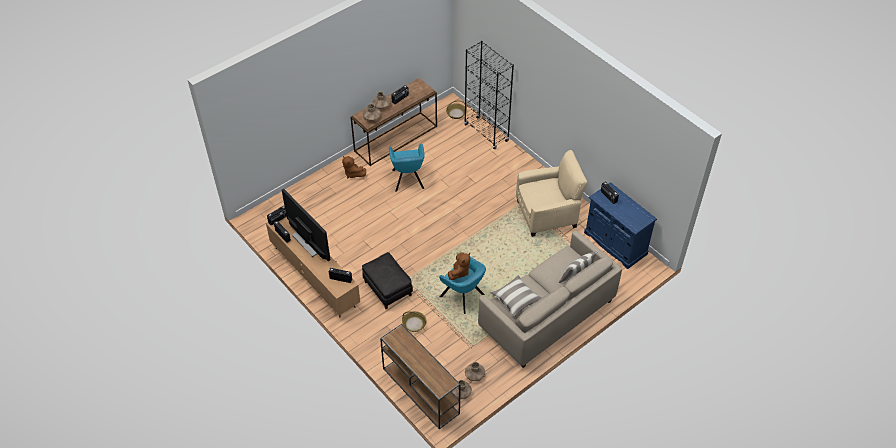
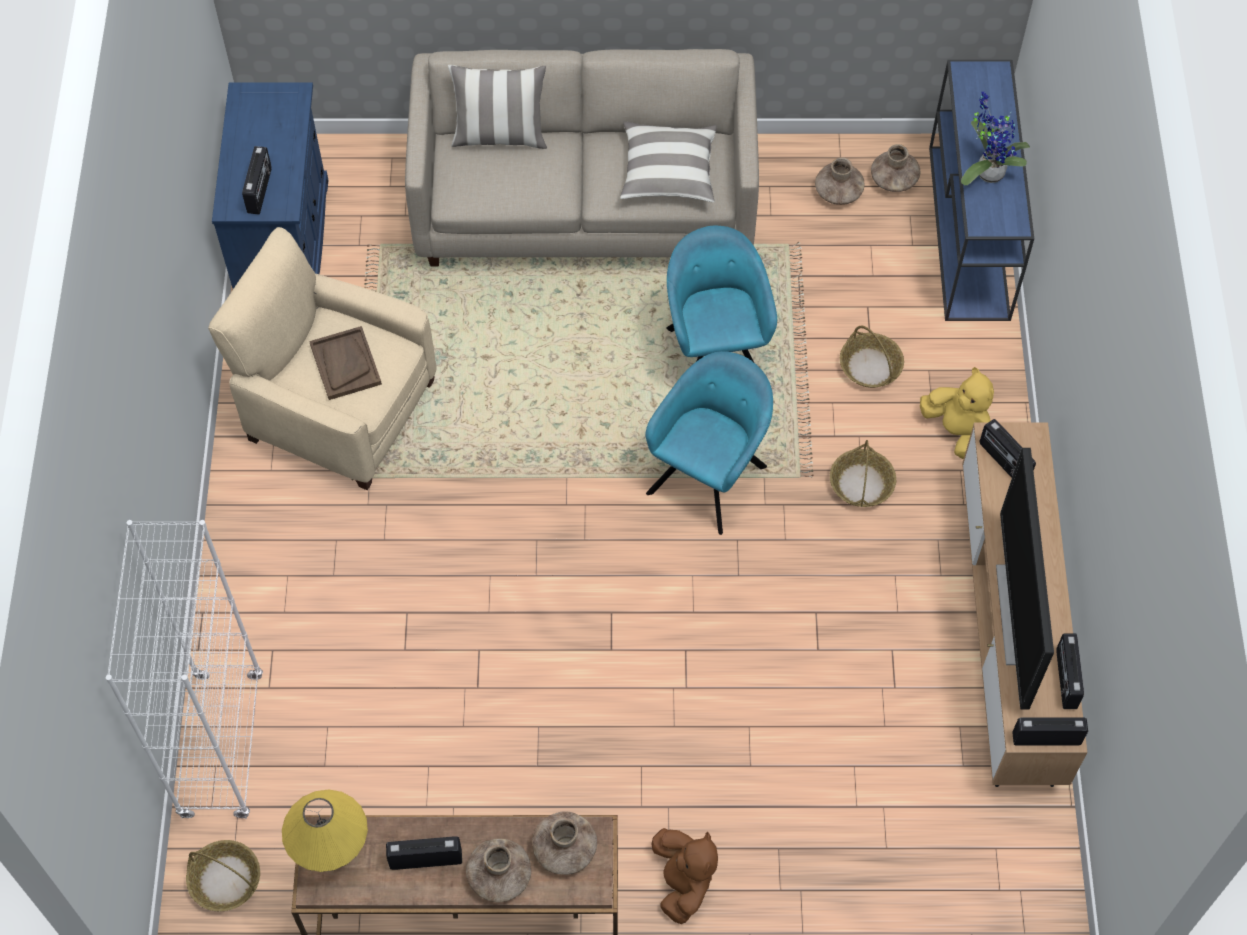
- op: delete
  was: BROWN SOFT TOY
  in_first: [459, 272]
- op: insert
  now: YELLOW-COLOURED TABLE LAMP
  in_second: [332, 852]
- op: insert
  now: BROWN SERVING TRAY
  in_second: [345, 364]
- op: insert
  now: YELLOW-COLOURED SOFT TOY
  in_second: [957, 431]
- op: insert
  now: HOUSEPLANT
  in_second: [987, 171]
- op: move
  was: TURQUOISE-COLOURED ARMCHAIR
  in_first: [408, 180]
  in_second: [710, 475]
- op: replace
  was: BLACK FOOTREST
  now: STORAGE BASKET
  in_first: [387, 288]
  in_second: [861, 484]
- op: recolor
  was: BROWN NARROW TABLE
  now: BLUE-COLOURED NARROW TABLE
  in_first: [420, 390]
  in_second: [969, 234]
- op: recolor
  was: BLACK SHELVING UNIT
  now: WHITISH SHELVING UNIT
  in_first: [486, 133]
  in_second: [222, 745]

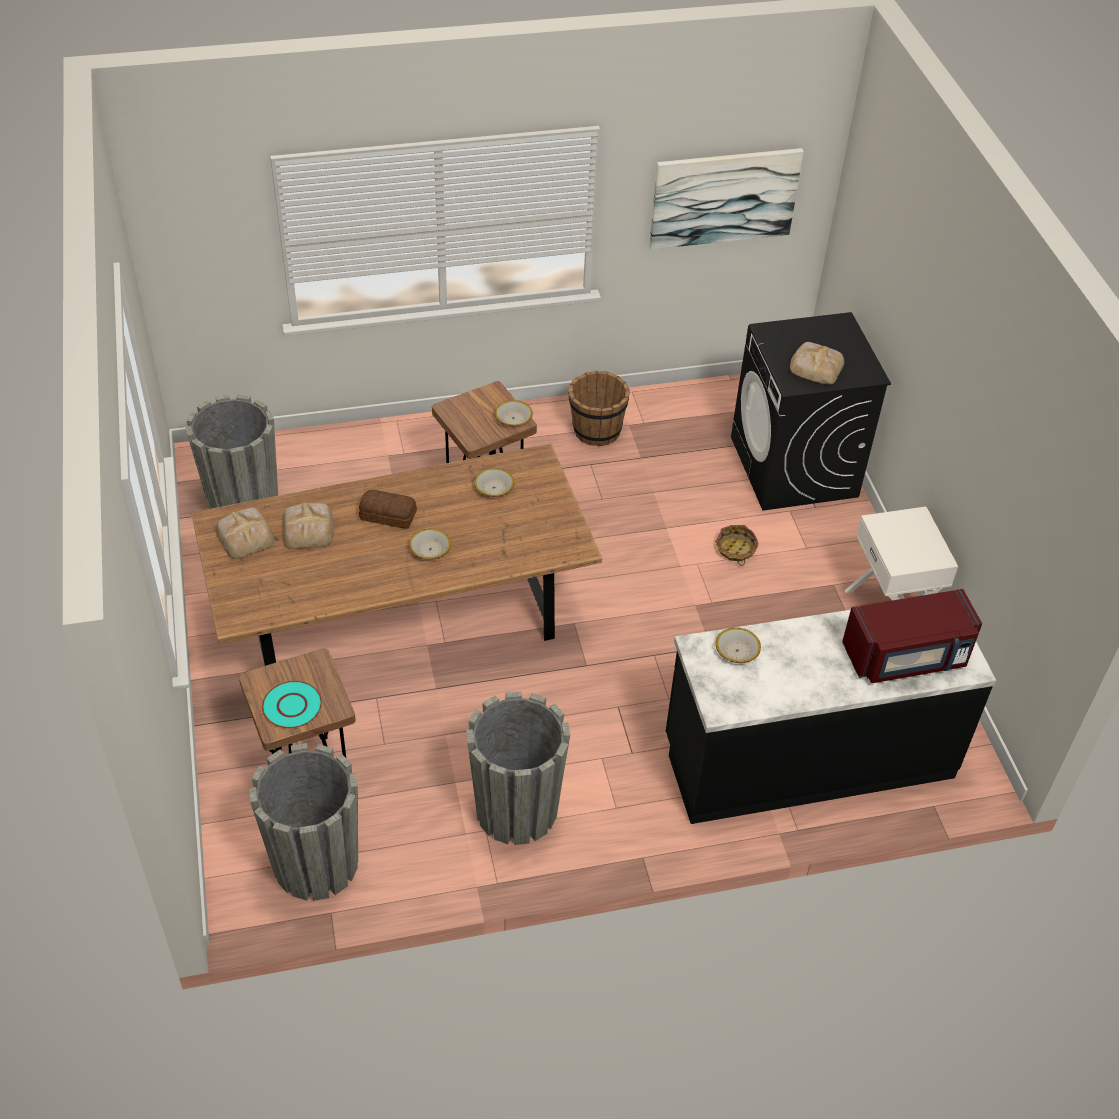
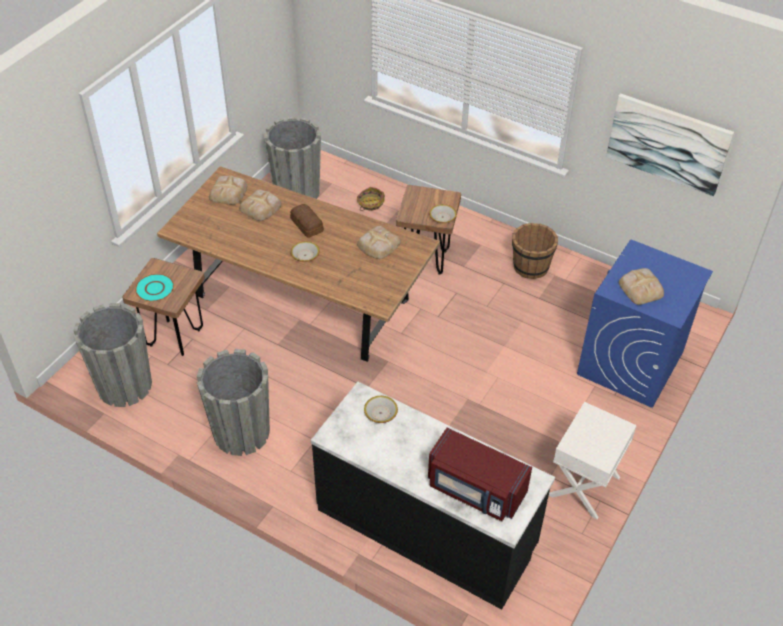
- op: move
  was: STORAGE BASKET
  in_first: [735, 550]
  in_second: [370, 203]
- op: replace
  was: BOWL
  now: BAKERY BREAD
  in_first: [494, 488]
  in_second: [377, 245]
- op: recolor
  was: BLACK LAUNDRY MACHINE
  now: BLUE-COLOURED LAUNDRY MACHINE
  in_first: [794, 467]
  in_second: [630, 363]

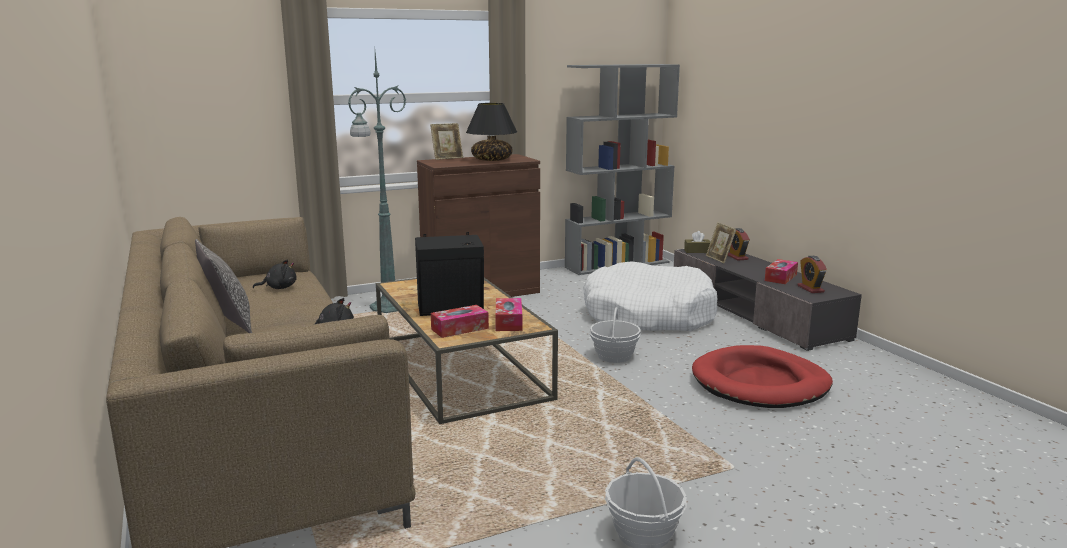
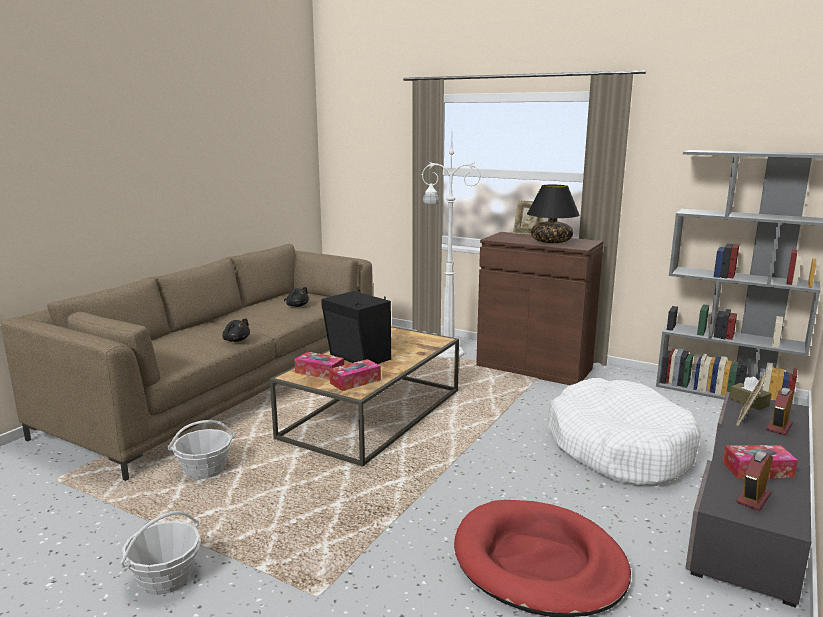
- op: delete
  was: THROW PILLOW
  in_first: [229, 325]
- op: move
  was: STORAGE BASKET
  in_first: [614, 356]
  in_second: [205, 470]
- op: recolor
  was: GREEN STANDING LAMP
  now: WHITISH STANDING LAMP
  in_first: [387, 308]
  in_second: [446, 353]

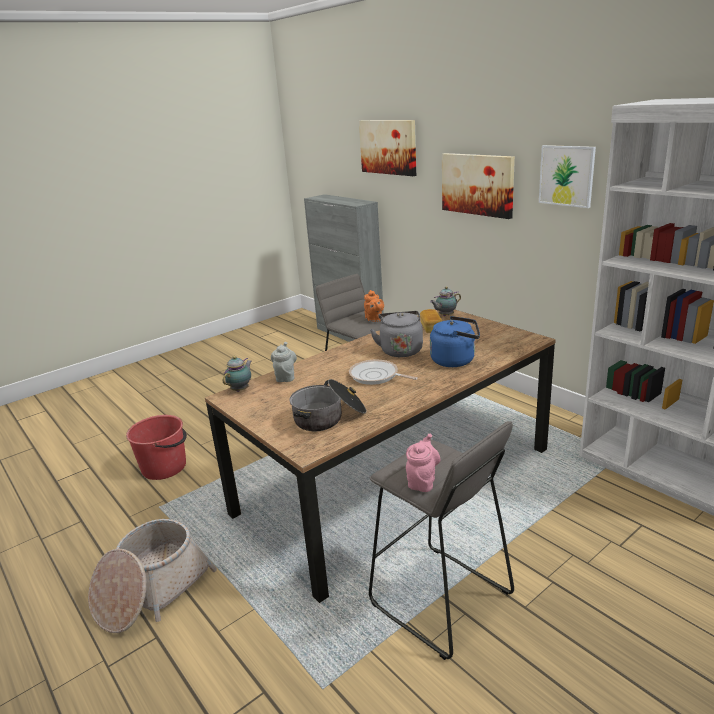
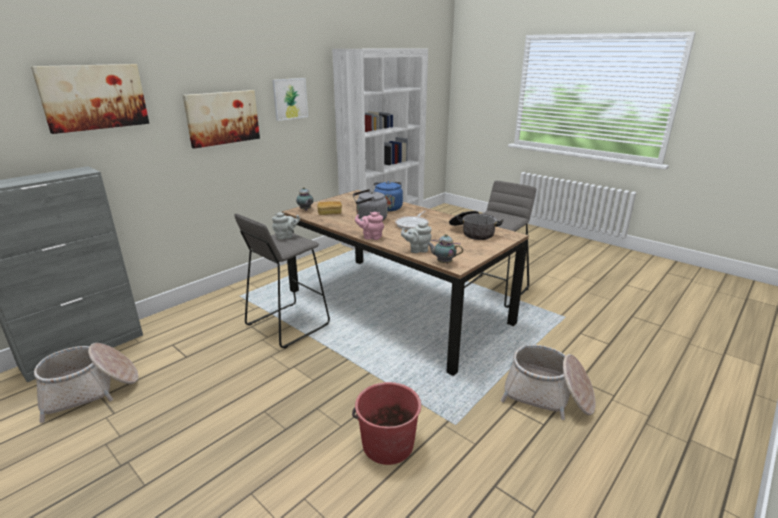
- op: insert
  now: STORAGE BASKET
  in_second: [91, 390]
- op: move
  was: PINK POT FOR TEA
  in_first: [422, 481]
  in_second: [371, 237]
- op: recolor
  was: ORANGE POT FOR TEA
  now: GRAY POT FOR TEA
  in_first: [374, 319]
  in_second: [286, 237]

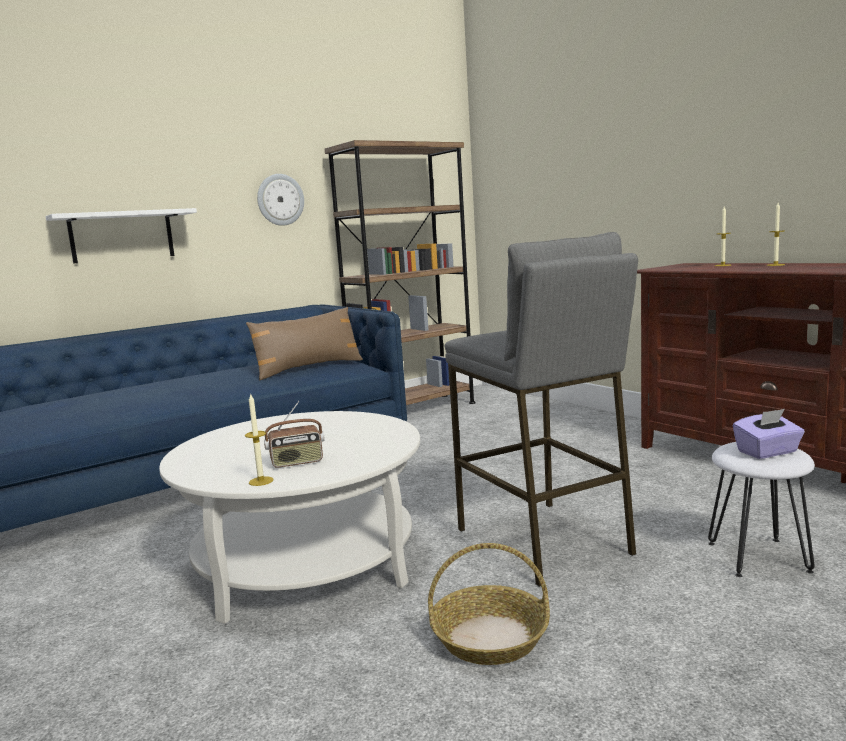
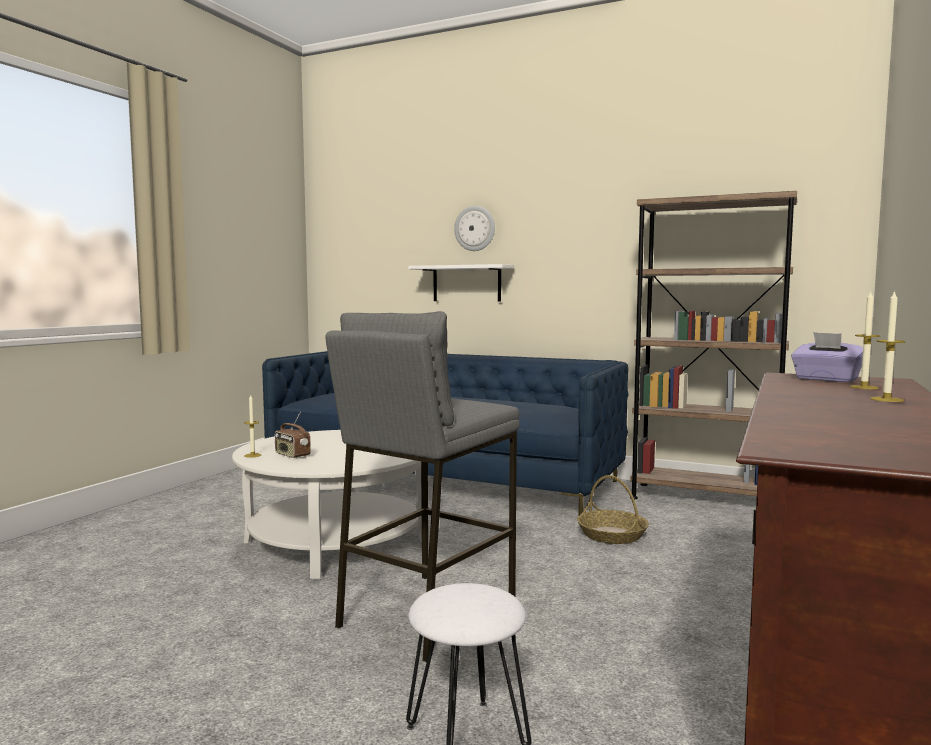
- op: delete
  was: BROWN THROW PILLOW
  in_first: [308, 368]
- op: move
  was: CLOCK ON THE WALL
  in_first: [280, 200]
  in_second: [475, 228]
- op: move
  was: STORAGE BASKET
  in_first: [490, 637]
  in_second: [612, 535]
- op: move
  was: PURPLE-COLOURED BOX OF TISSUES
  in_first: [767, 452]
  in_second: [826, 379]

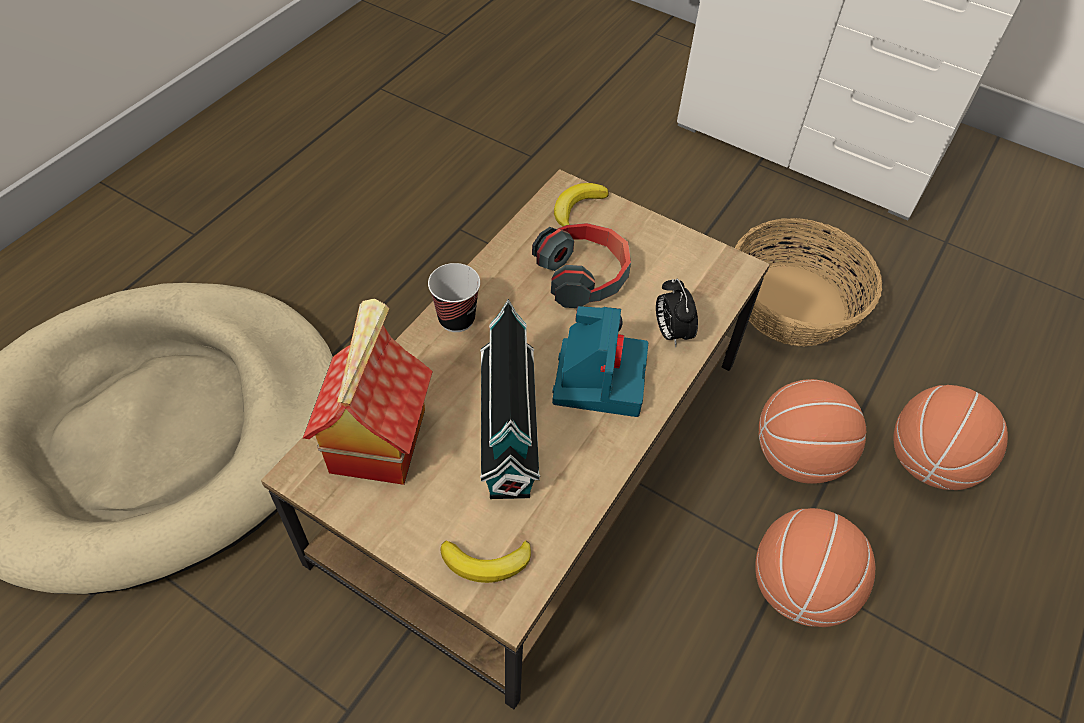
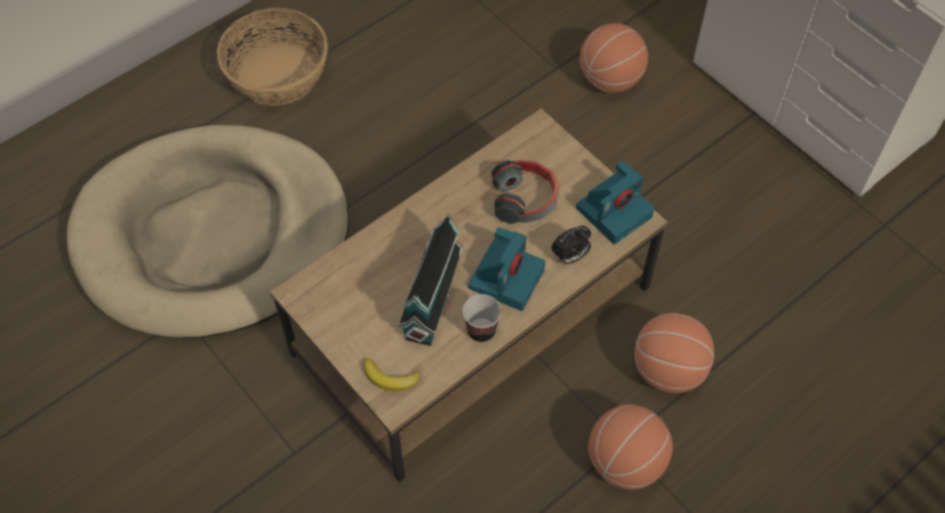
- op: delete
  was: TOY HOUSE
  in_first: [377, 438]
- op: delete
  was: BANANA FRUIT
  in_first: [577, 207]
- op: insert
  now: STILL CAMERA
  in_second: [614, 211]
- op: move
  was: SMALL CUP
  in_first: [456, 319]
  in_second: [481, 331]
- op: move
  was: STORAGE BASKET
  in_first: [793, 305]
  in_second: [278, 75]
- op: move
  was: BASKETBALL BALL
  in_first: [929, 462]
  in_second: [610, 79]
- op: rotate
  was: ALARM CLOCK
  in_first: [671, 332]
  in_second: [570, 257]
  clockwise: -120

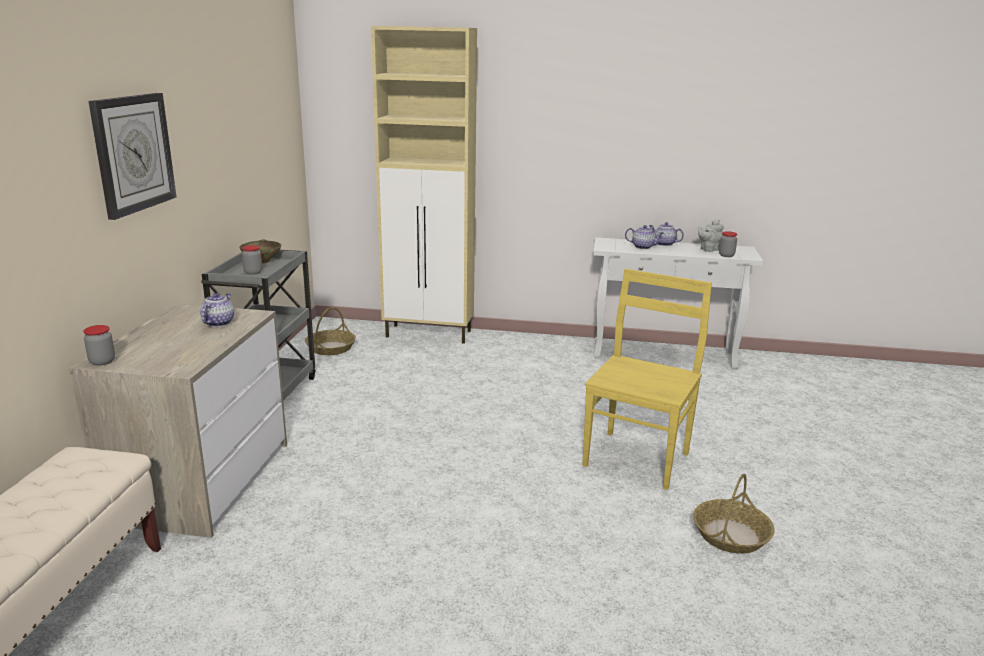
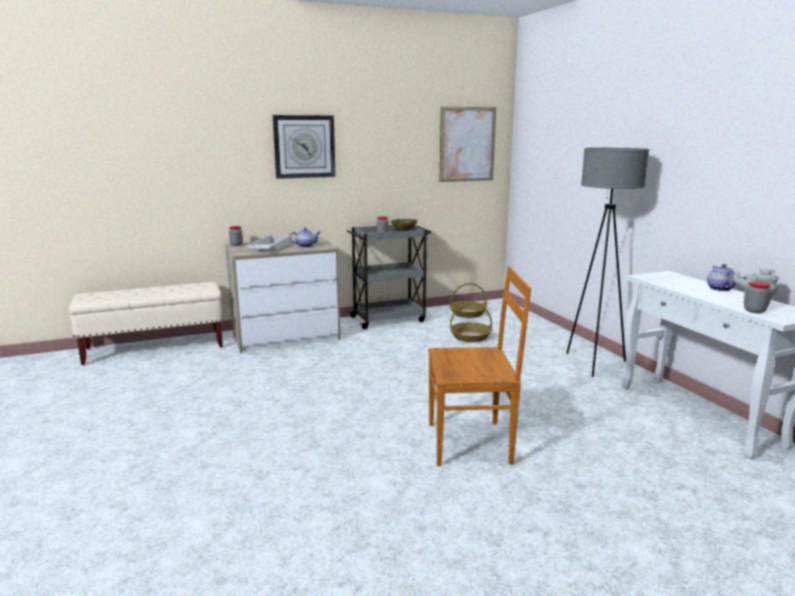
- op: delete
  was: BEIGE CABINET
  in_first: [429, 334]
- op: delete
  was: POT FOR TEA
  in_first: [643, 247]
- op: insert
  now: WHITISH SERVING TRAY
  in_second: [269, 248]
- op: insert
  now: WALL PICTURE
  in_second: [467, 144]
- op: insert
  now: GRAY STANDING LAMP
  in_second: [594, 363]
- op: move
  was: STORAGE BASKET
  in_first: [730, 535]
  in_second: [470, 337]
- op: recolor
  was: YELLOW-COLOURED PLAIN CHAIR
  now: BROWN PLAIN CHAIR
  in_first: [637, 458]
  in_second: [472, 443]

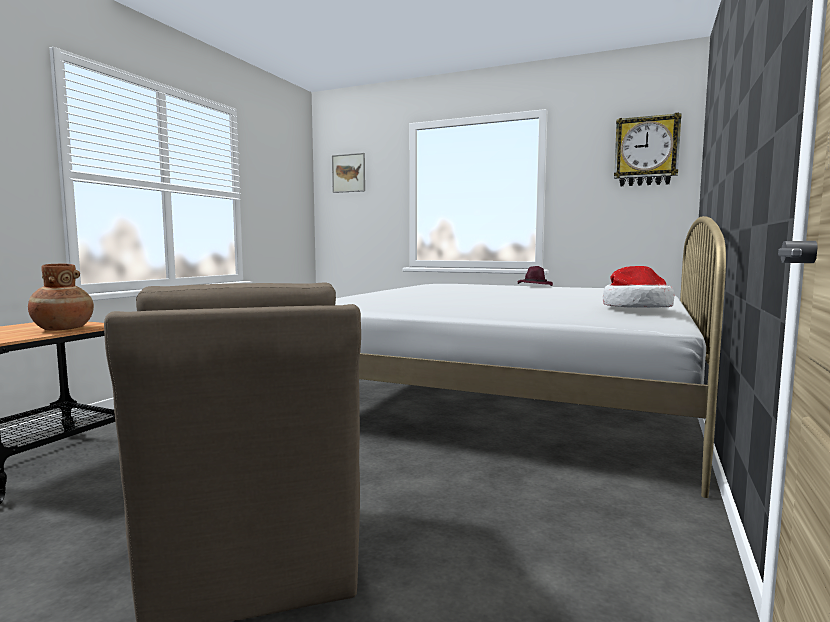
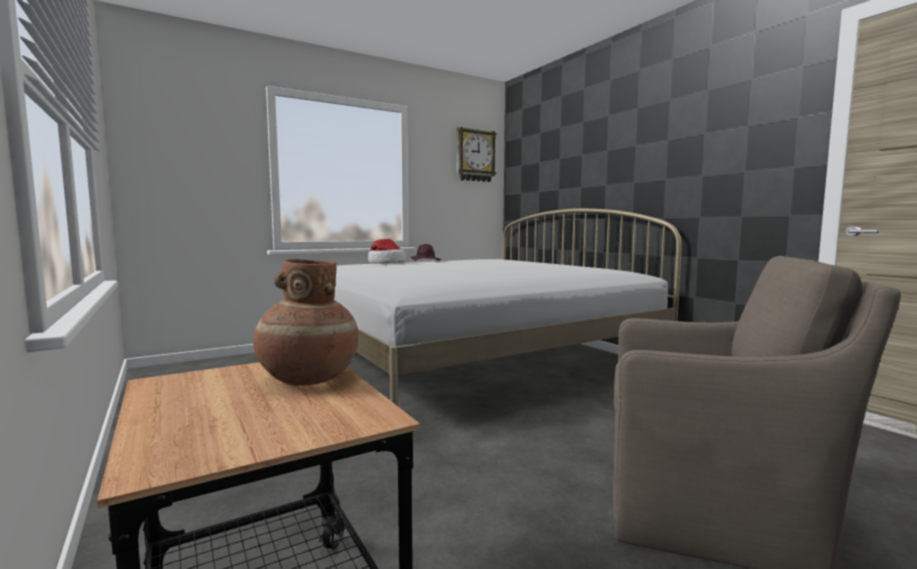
- op: delete
  was: WALL PICTURE
  in_first: [348, 173]
- op: move
  was: WEARABLE HAT
  in_first: [635, 307]
  in_second: [386, 263]

